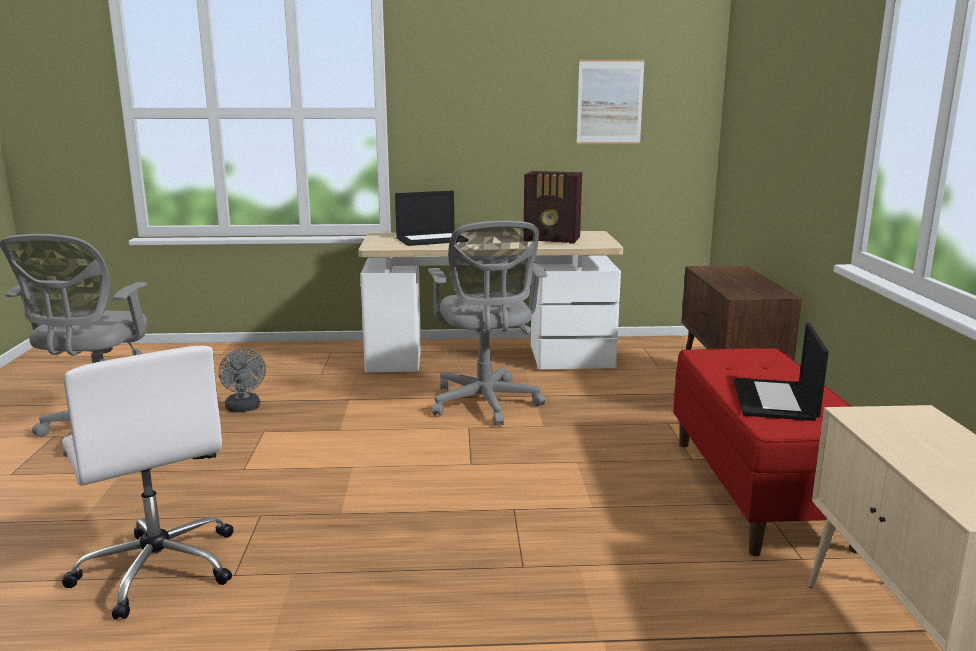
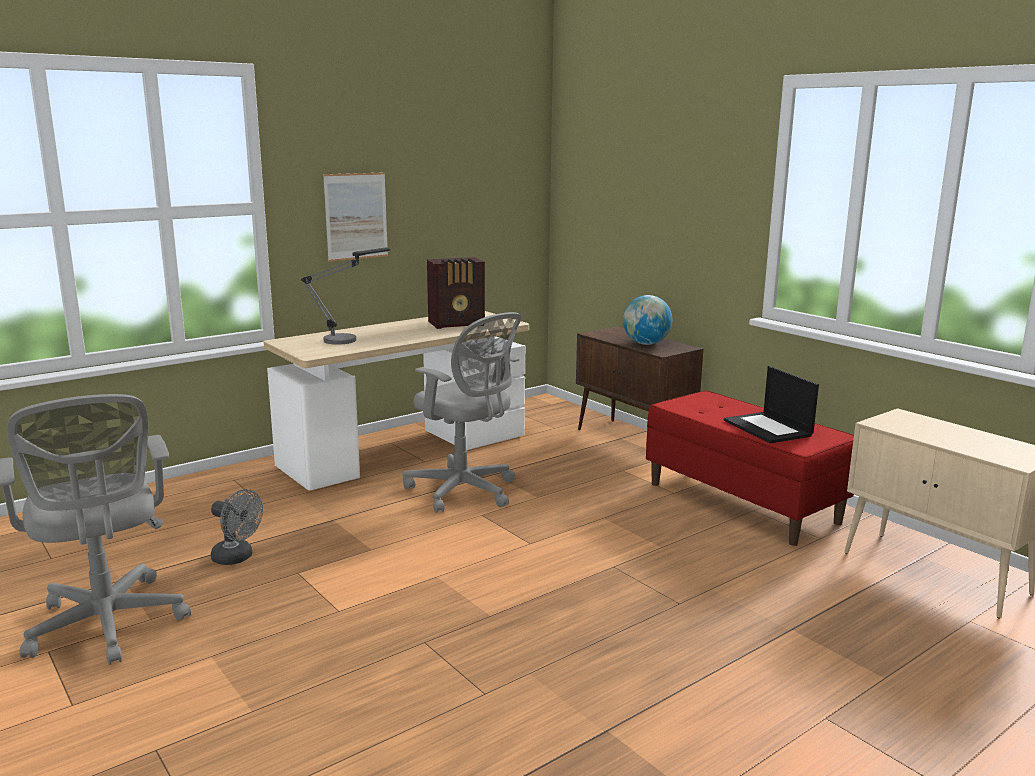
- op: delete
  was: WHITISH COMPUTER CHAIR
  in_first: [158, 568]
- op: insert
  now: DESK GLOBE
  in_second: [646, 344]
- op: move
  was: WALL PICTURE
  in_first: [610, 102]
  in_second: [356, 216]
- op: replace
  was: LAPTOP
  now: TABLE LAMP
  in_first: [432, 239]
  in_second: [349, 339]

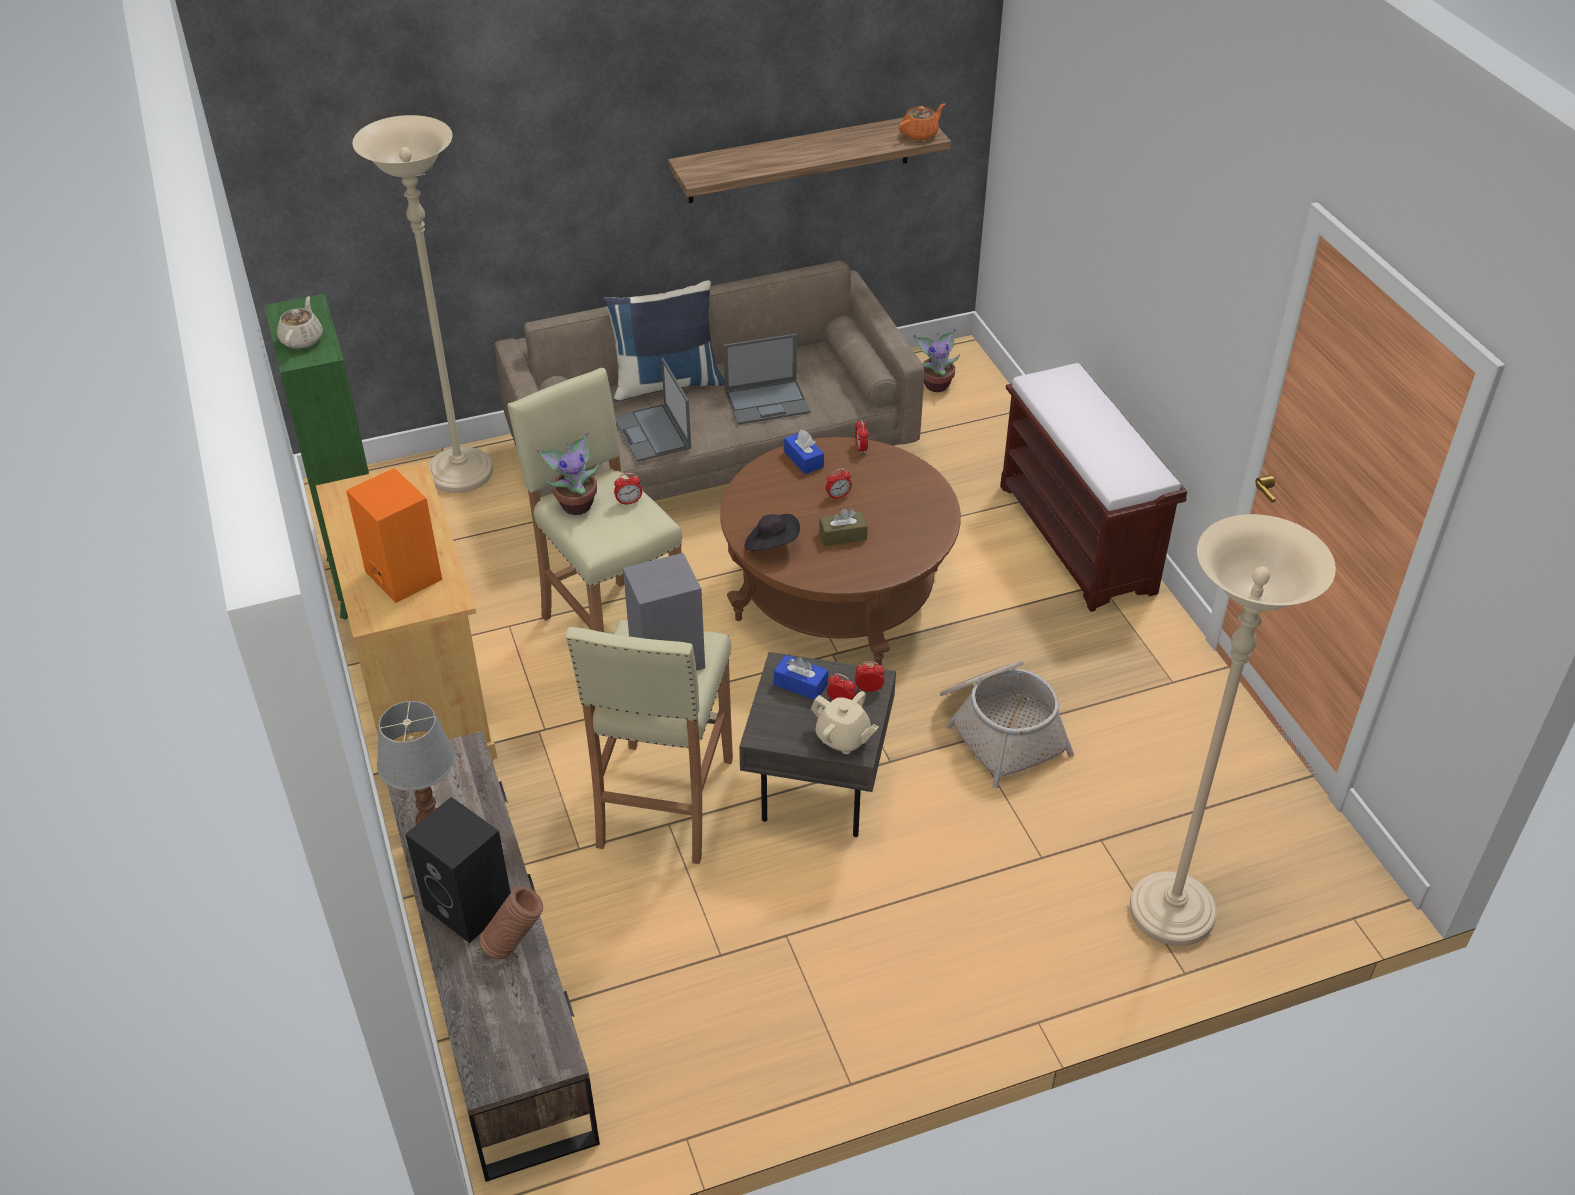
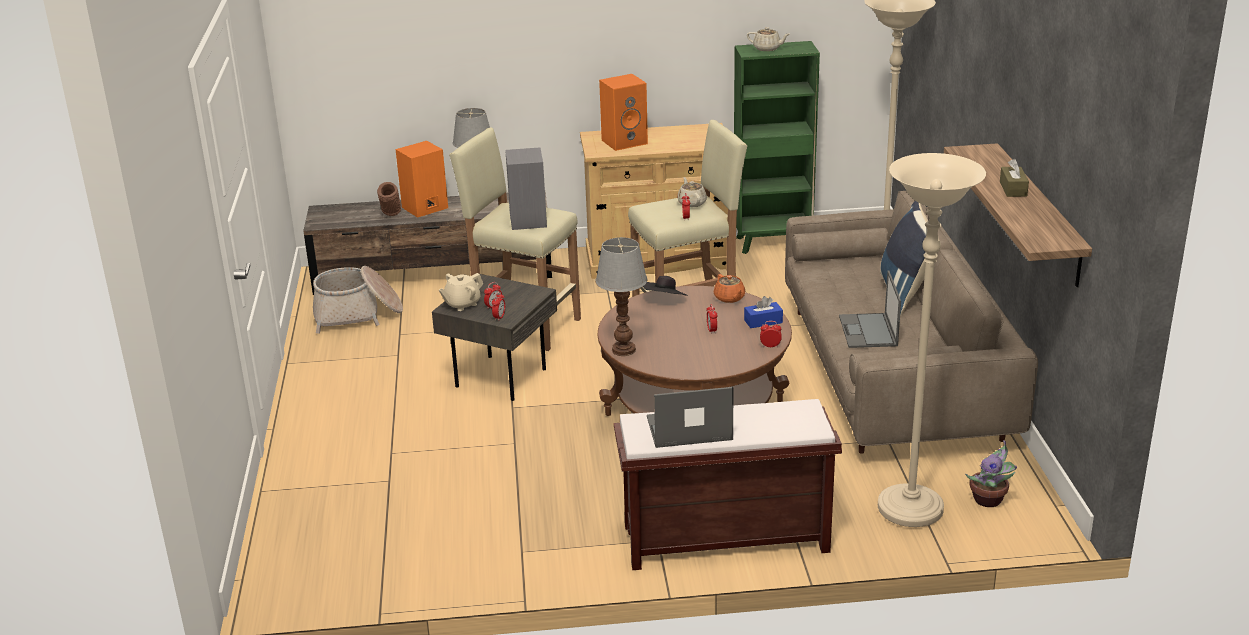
- op: delete
  was: BLUE-COLOURED BOX OF TISSUES
  in_first: [801, 684]
- op: insert
  now: TABLE LAMP
  in_second: [623, 349]
- op: move
  was: LAPTOP
  in_first: [652, 433]
  in_second: [688, 429]
- op: move
  was: BROWN BOX OF TISSUES
  in_first: [843, 536]
  in_second: [1013, 189]
- op: move
  was: ORANGE POT FOR TEA
  in_first: [920, 134]
  in_second: [729, 298]
- op: move
  was: STORAGE BASKET
  in_first: [1000, 729]
  in_second: [357, 314]
- op: move
  was: BEIGE STANDING LAMP
  in_first: [1172, 912]
  in_second: [910, 509]
- op: replace
  was: HOUSEPLANT
  now: BEIGE POT FOR TEA
  in_first: [576, 504]
  in_second: [691, 203]
- op: recolor
  was: BLACK LOUDSPEAKER
  now: ORANGE LOUDSPEAKER
  in_first: [471, 906]
  in_second: [424, 208]

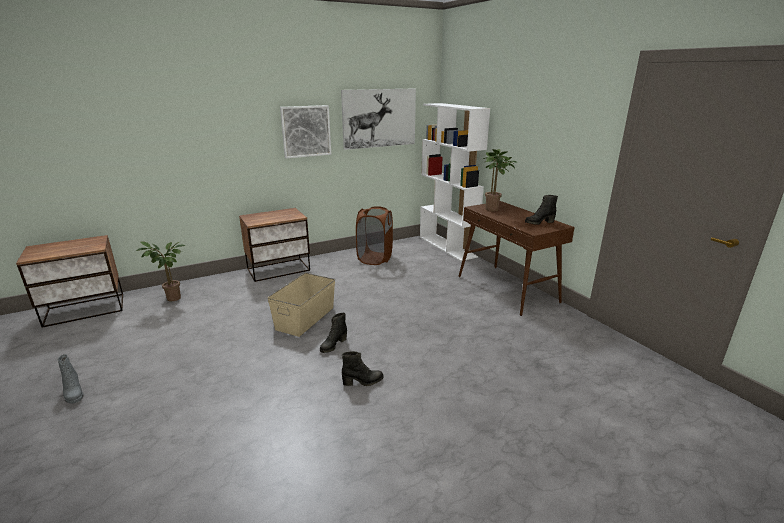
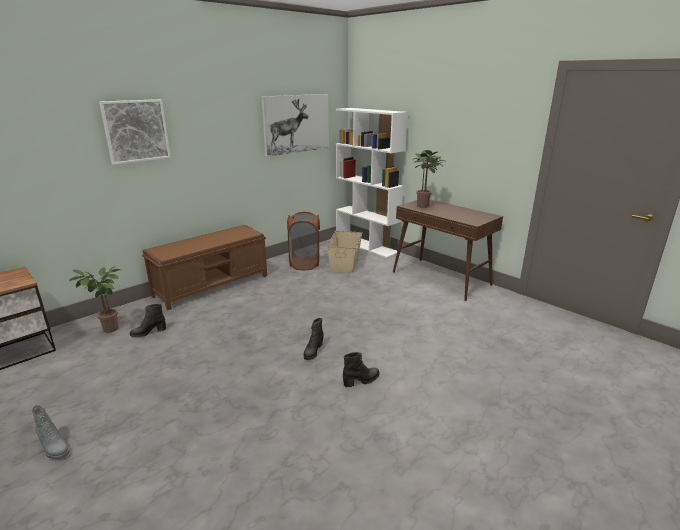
- op: move
  was: BEIGE STORAGE CONTAINER
  in_first: [306, 318]
  in_second: [345, 263]
- op: move
  was: WALL PICTURE
  in_first: [306, 131]
  in_second: [136, 131]
- op: move
  was: BLACK BOOT
  in_first: [539, 222]
  in_second: [148, 332]
- op: replace
  was: NIGHTSTAND
  now: BROWN INDOOR BENCH
  in_first: [279, 270]
  in_second: [213, 285]

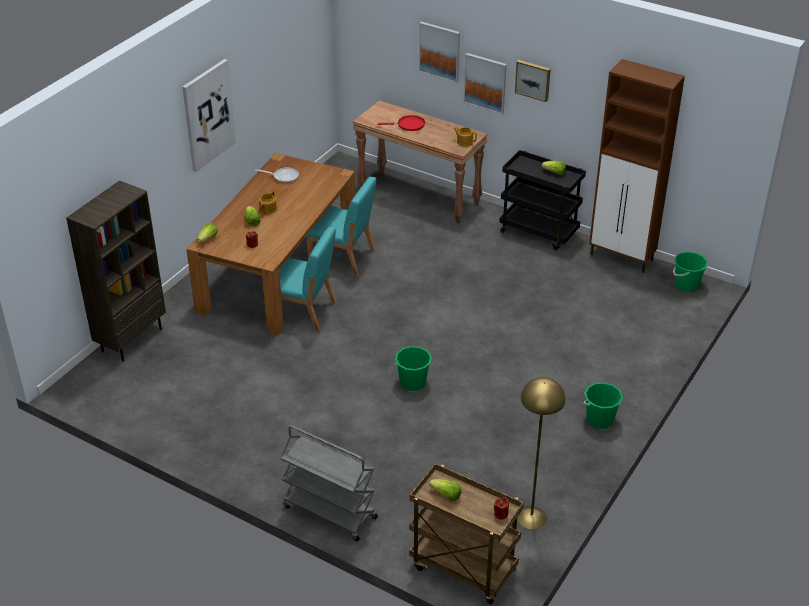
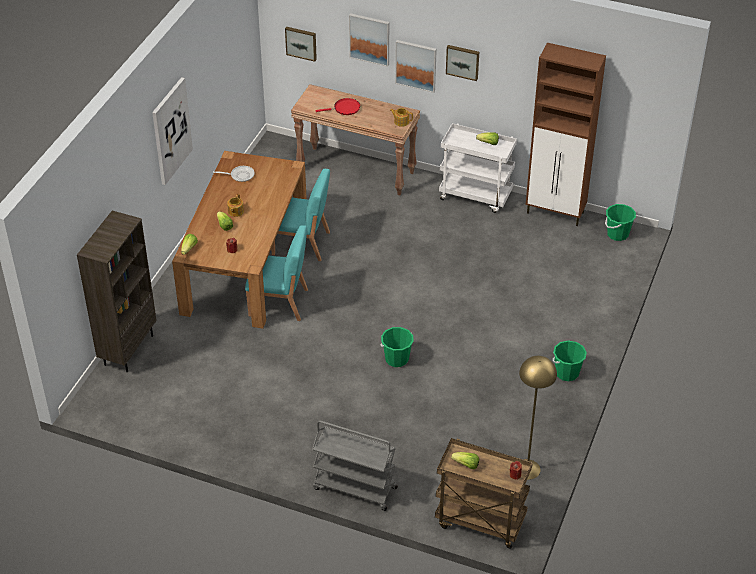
- op: insert
  now: WALL PICTURE
  in_second: [301, 43]
- op: recolor
  was: BLACK TROLLEY
  now: WHITISH TROLLEY
  in_first: [539, 232]
  in_second: [476, 196]

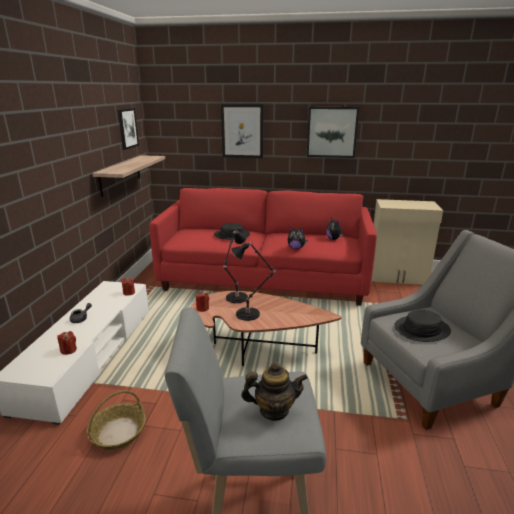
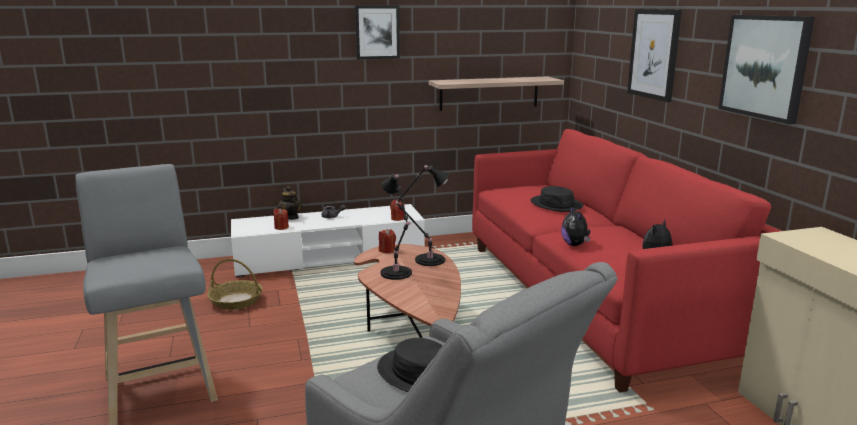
- op: move
  was: WALL PICTURE
  in_first: [127, 128]
  in_second: [377, 32]
- op: move
  was: POT FOR TEA
  in_first: [274, 410]
  in_second: [290, 217]

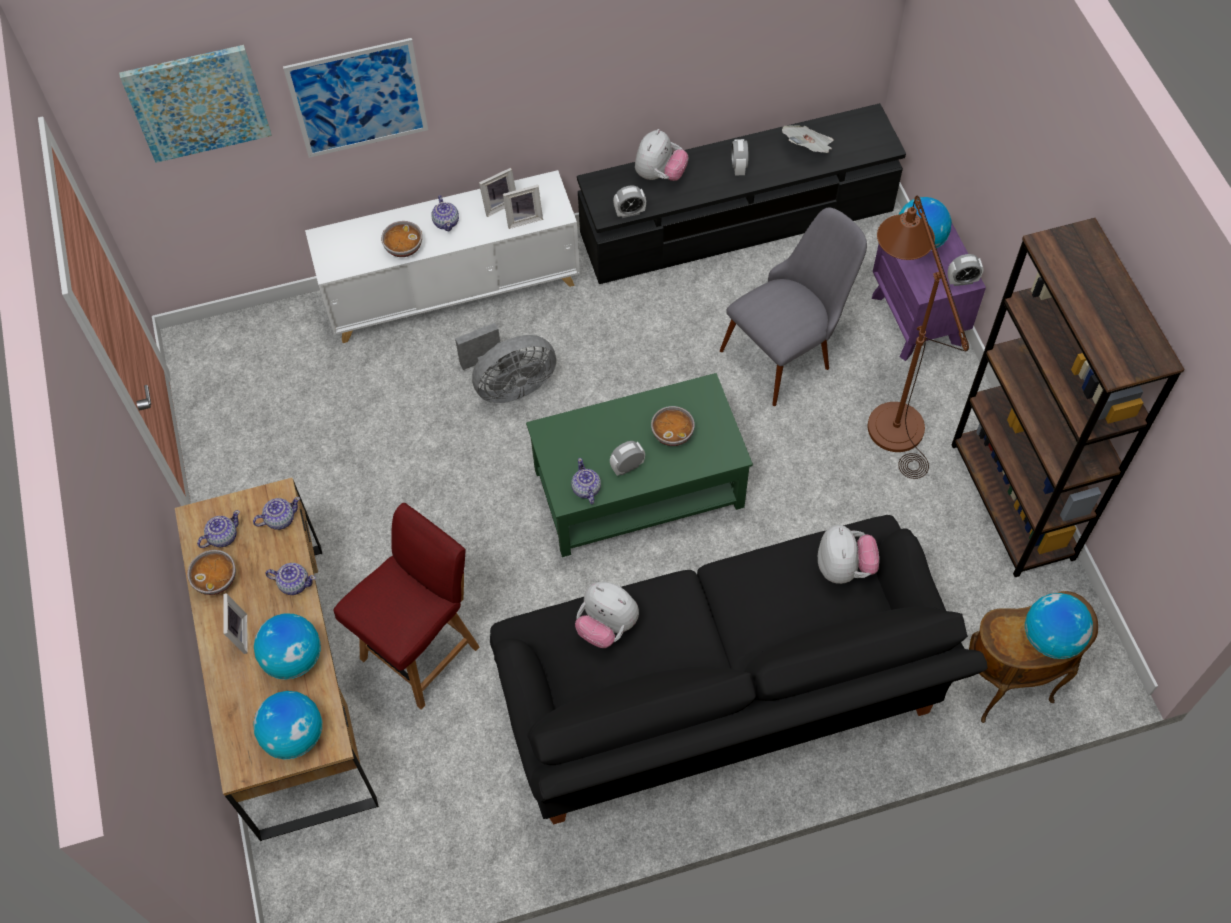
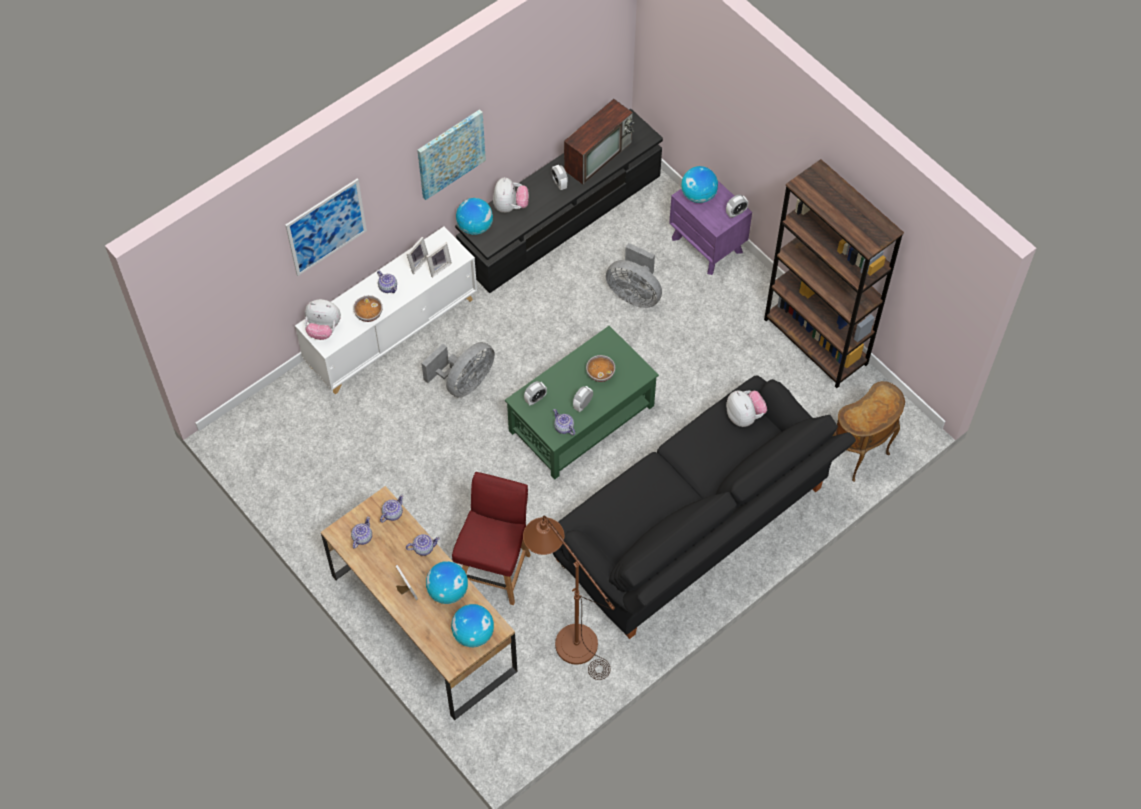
- op: delete
  was: BOWL
  in_first: [216, 579]
- op: move
  was: WALL PICTURE
  in_first: [197, 102]
  in_second: [450, 153]
- op: move
  was: SOFT TOY
  in_first: [607, 626]
  in_second: [323, 329]
- op: move
  was: ALARM CLOCK
  in_first: [629, 212]
  in_second: [535, 399]
- op: move
  was: BROWN STANDING LAMP
  in_first: [889, 414]
  in_second: [568, 635]
- op: move
  was: DESK GLOBE
  in_first: [1051, 638]
  in_second: [475, 227]
- op: replace
  was: GRAY PLAIN CHAIR
  now: GRAY ELECTRIC FAN
  in_first: [788, 349]
  in_second: [634, 294]
- op: replace
  was: NEWSPAPER
  now: TV SET
  in_first: [808, 148]
  in_second: [598, 155]

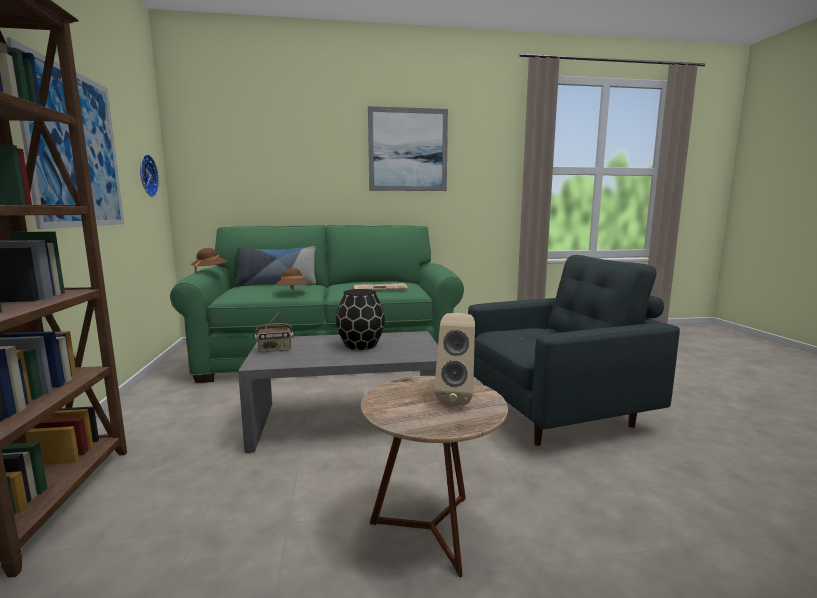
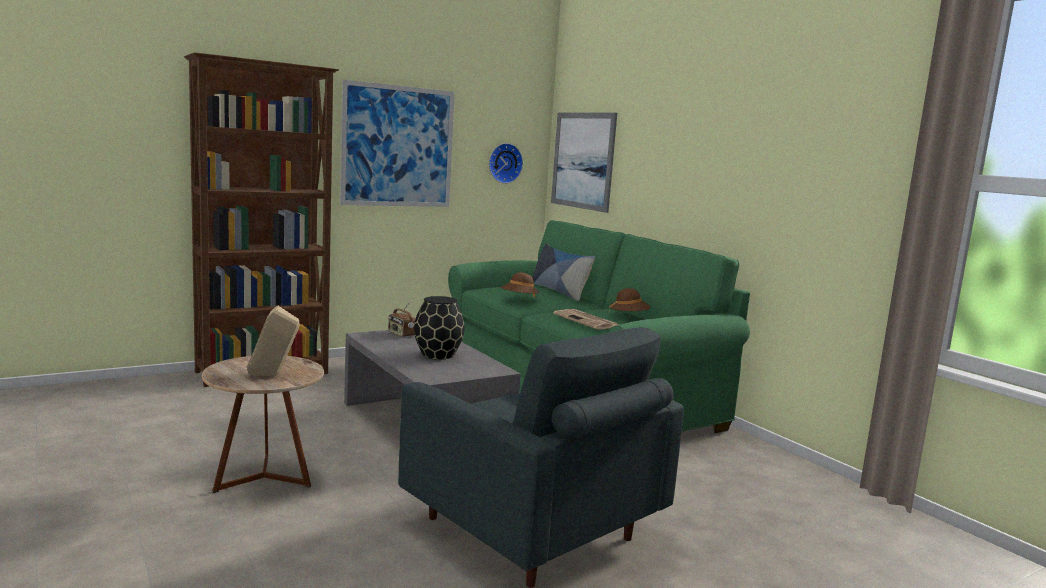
- op: move
  was: BROWN WEARABLE HAT
  in_first: [210, 271]
  in_second: [629, 316]
- op: move
  was: WALL PICTURE
  in_first: [408, 150]
  in_second: [583, 160]

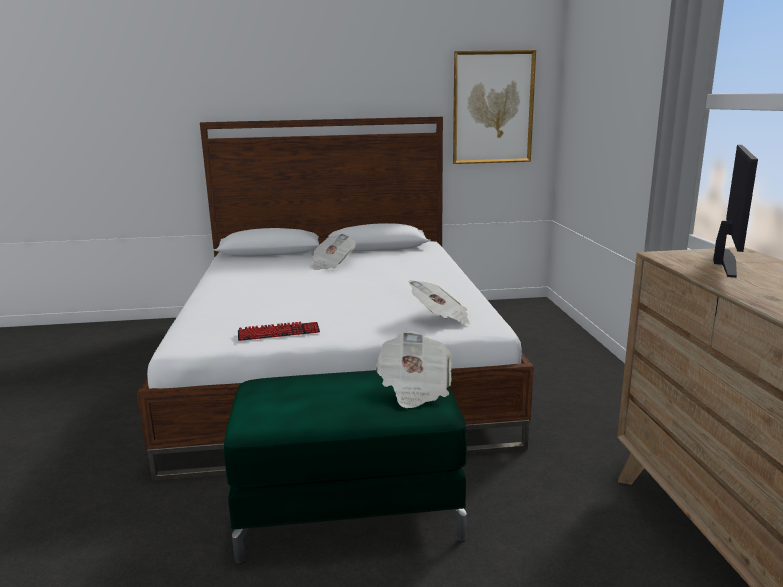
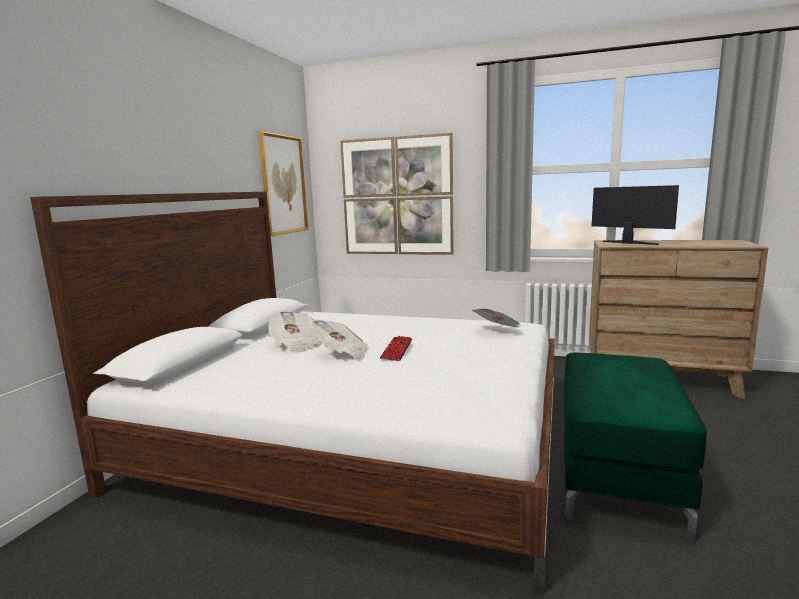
- op: insert
  now: WALL PICTURE
  in_second: [397, 196]
- op: move
  was: COMPUTER KEYBOARD
  in_first: [279, 333]
  in_second: [397, 349]
- op: move
  was: NEWSPAPER
  in_first: [414, 389]
  in_second: [341, 353]

